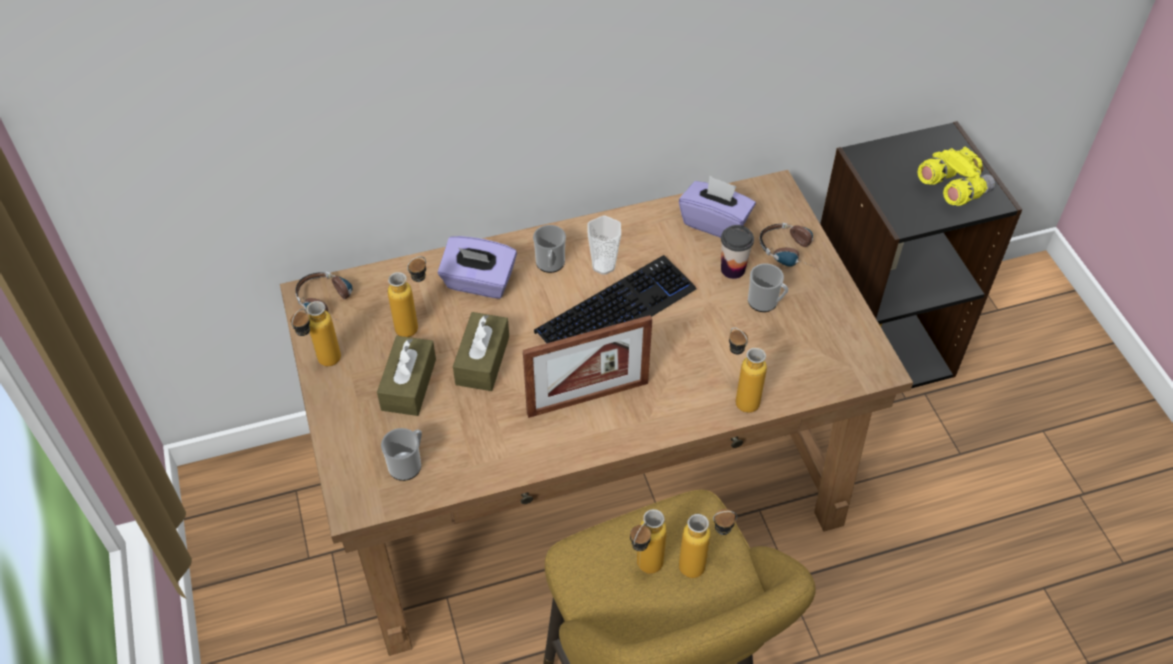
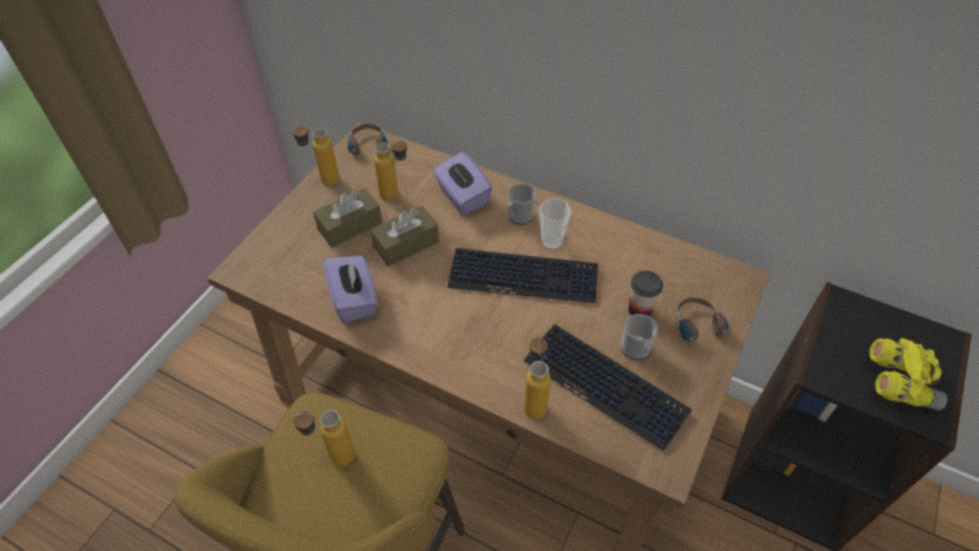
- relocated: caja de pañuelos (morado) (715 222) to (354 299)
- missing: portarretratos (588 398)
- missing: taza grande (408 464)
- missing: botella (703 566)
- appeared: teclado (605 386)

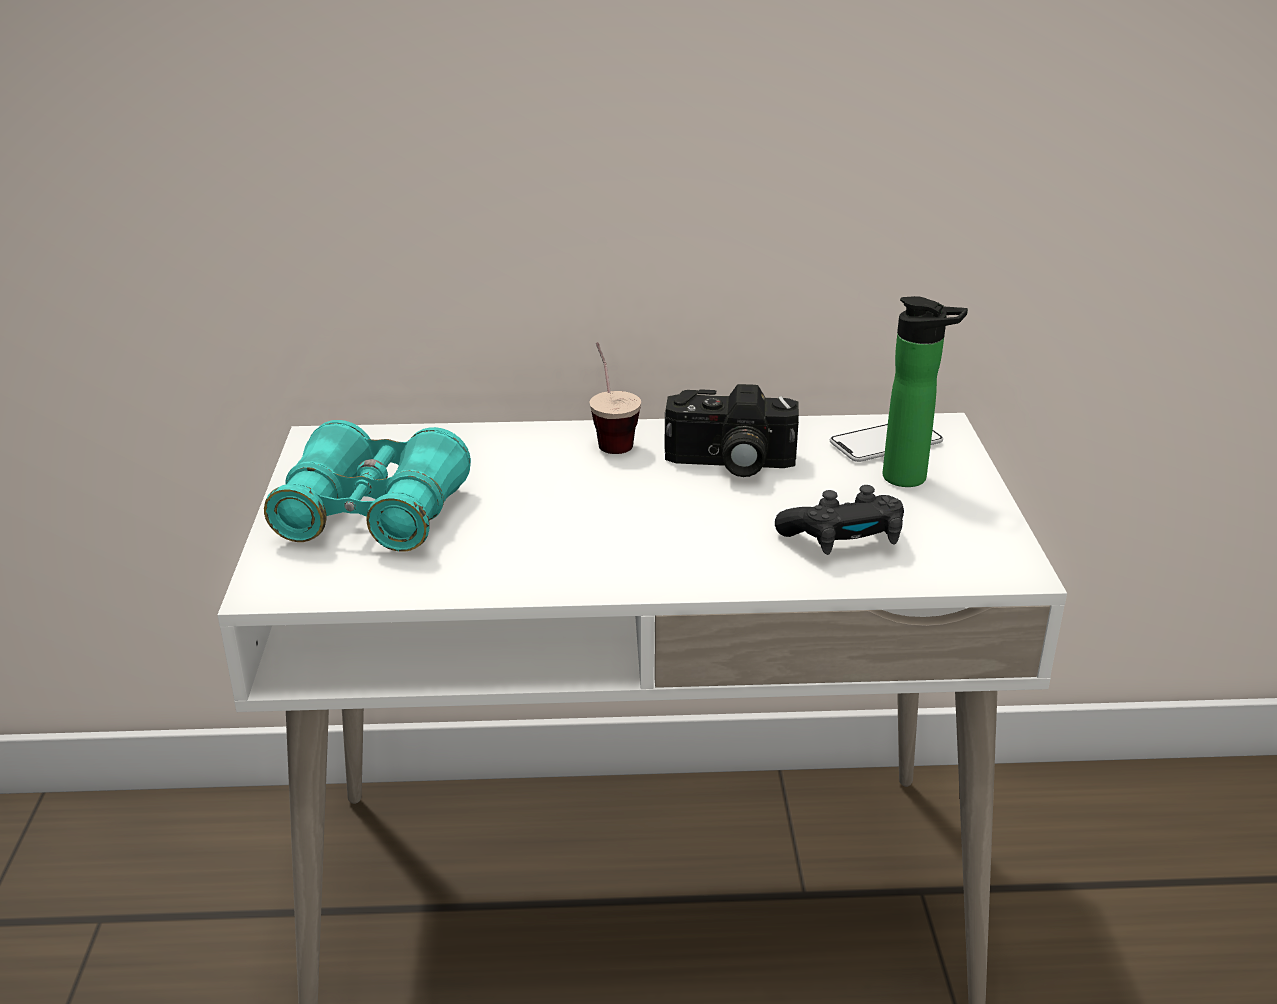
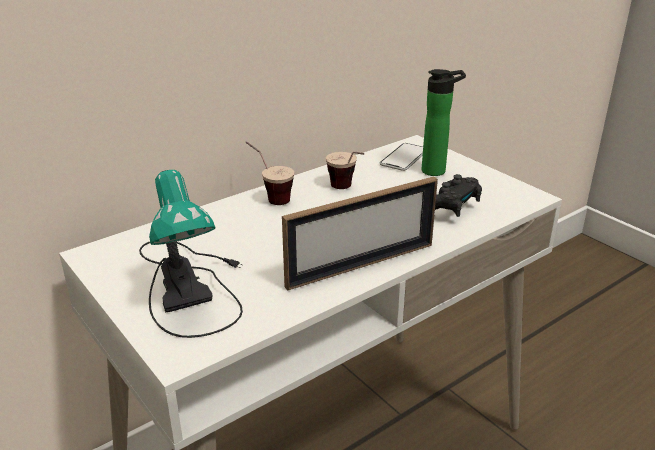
- exchanged: cámara (729 463) to taza (347 190)
- exchanged: prismáticos (turquesa) (373 514) to lámpara de mesa (188 285)
- appeared: portarretratos (361 265)

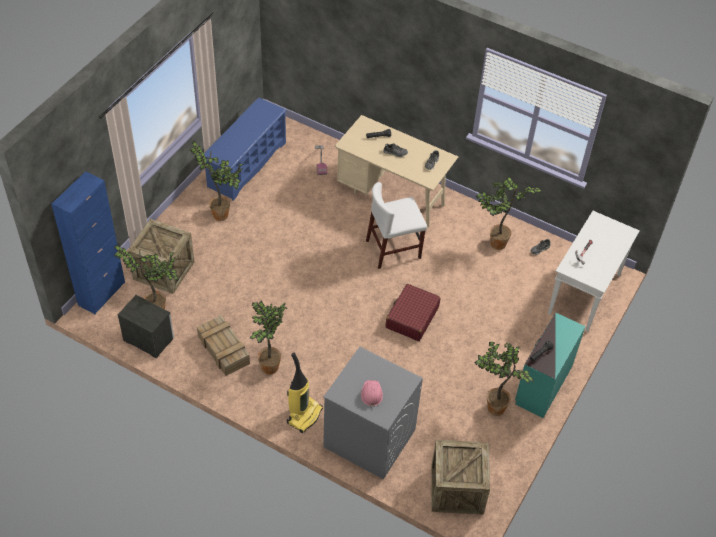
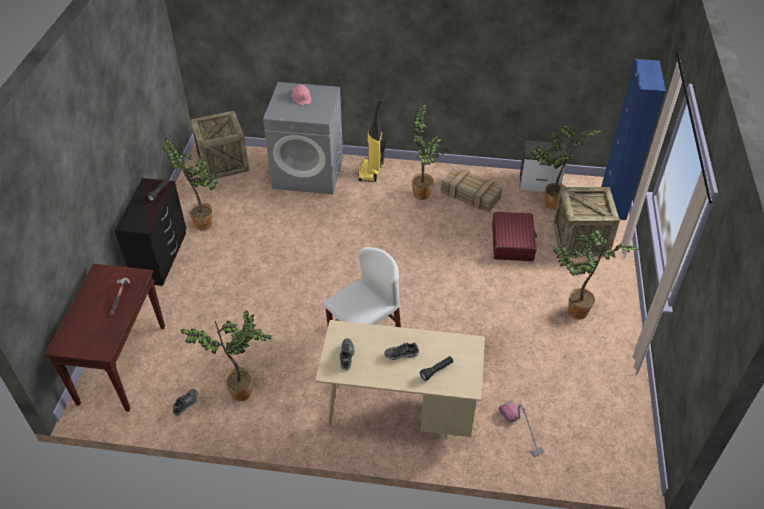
- missing: zapatero (azul) (246 164)
- colour: mesa consola (blanco) (584 294) to mesa consola (marrón) (122 363)
- relocated: maleta (rojo) (412 317) to (512 242)
- colour: cómoda (turquesa) (542 384) to cómoda (negro) (161 256)

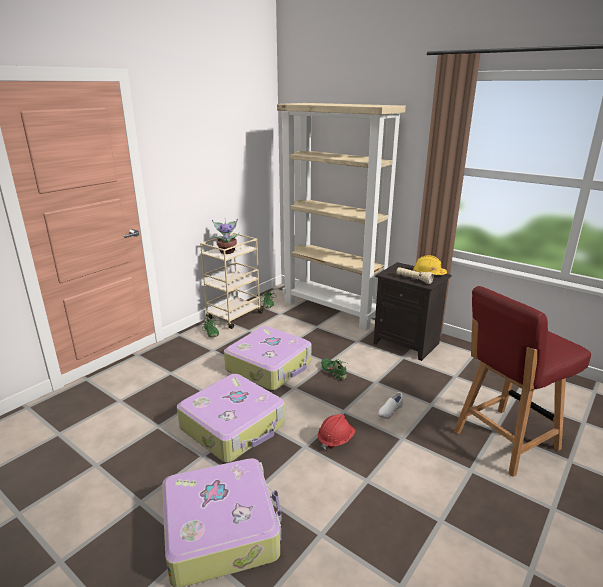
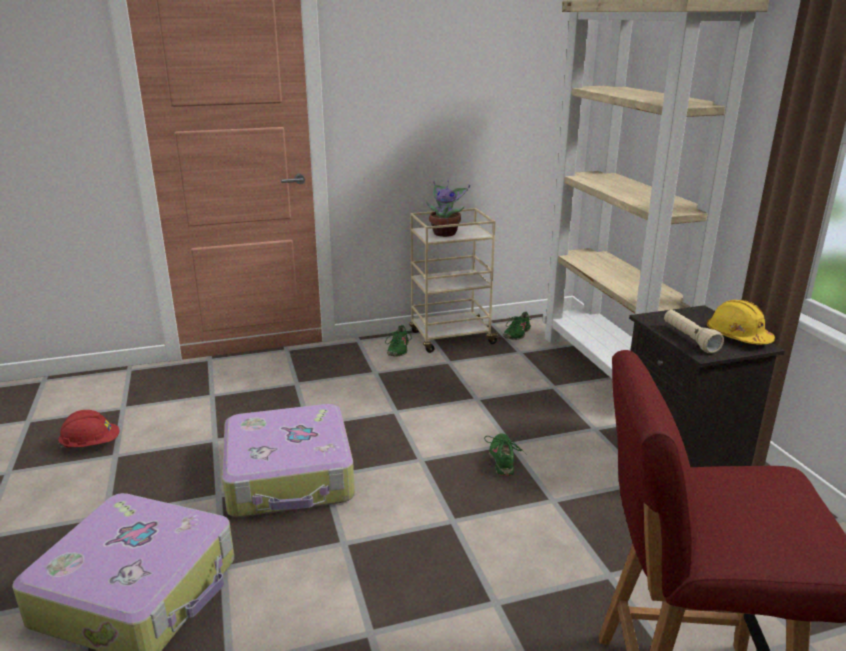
- missing: maleta (270 367)
- missing: zapato (blanco) (389 411)
- relocated: casco (rojo) (335 440) to (91 444)

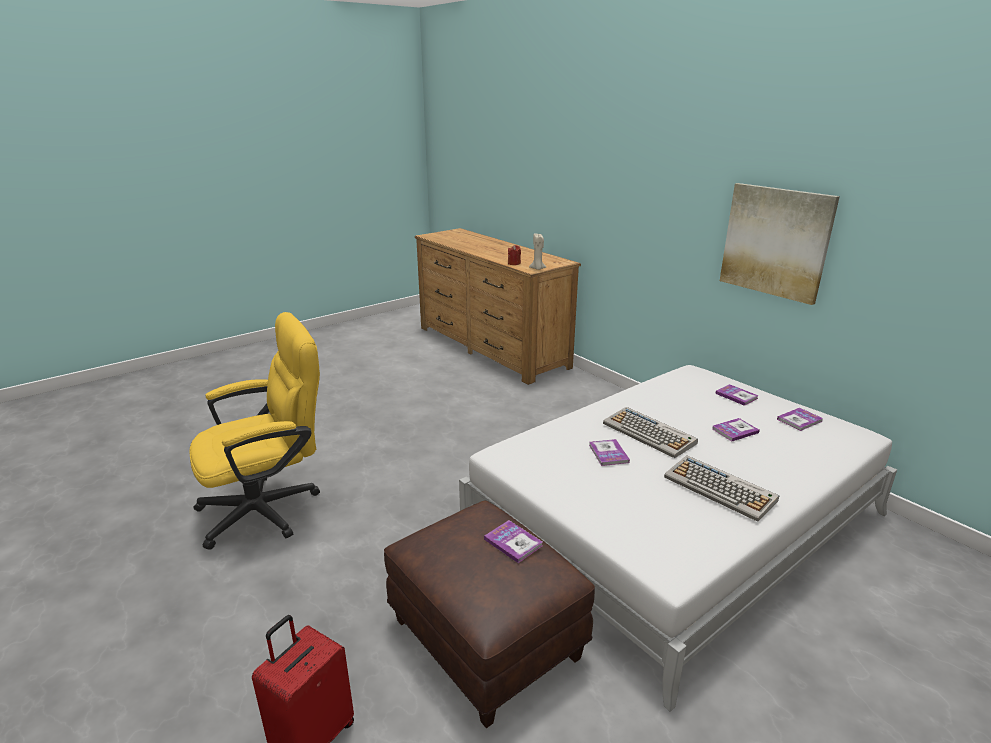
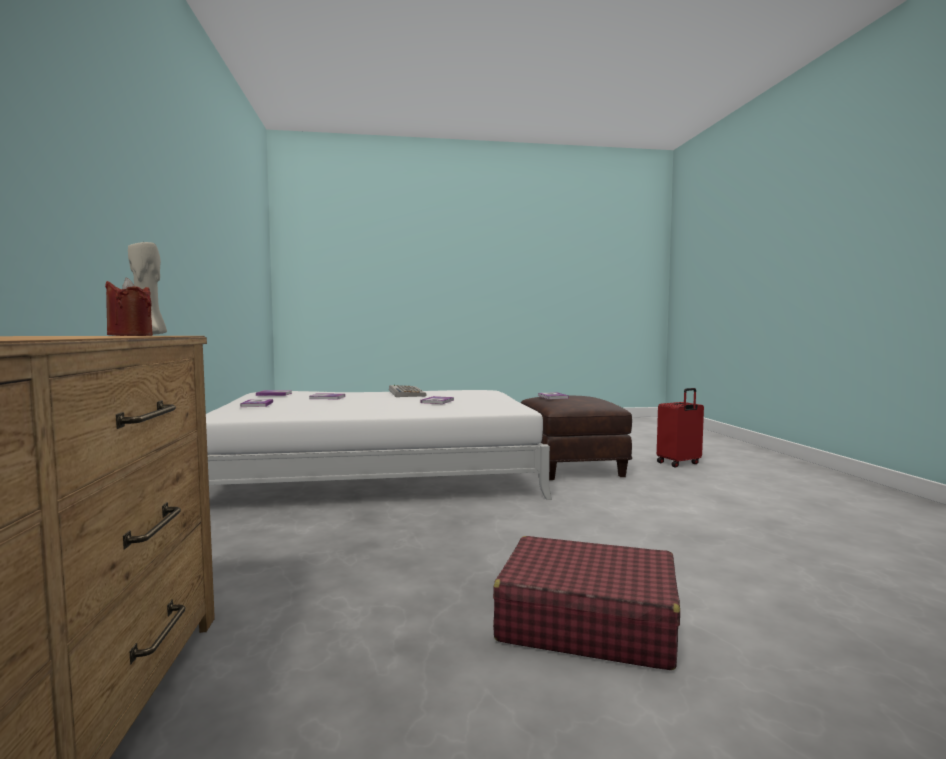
- missing: cuadro (775 242)
- missing: silla de oficina (amarillo) (270 508)
- missing: teclado (650 433)
- appeared: maleta (rojo) (586 622)

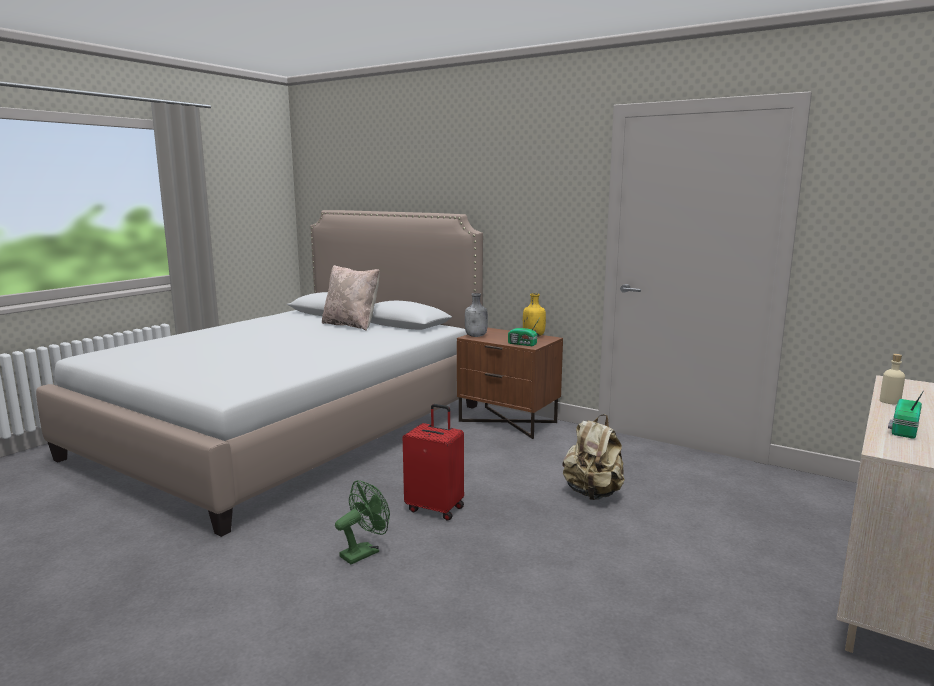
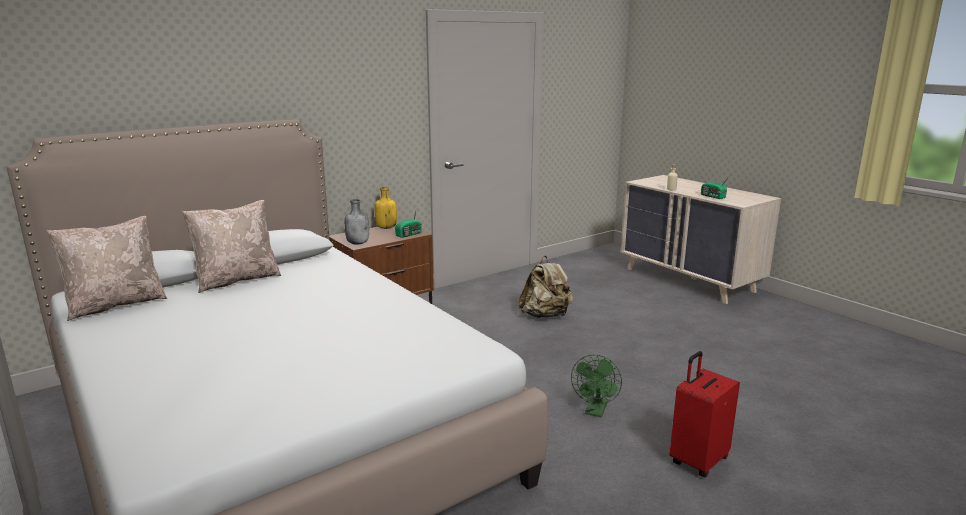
- relocated: maleta (rojo) (436 508) to (697 460)
- spun: ventilador (verde) (364 552) = (595 411) 135 degrees counterclockwise
- appeared: cojín (beis) (116 304)

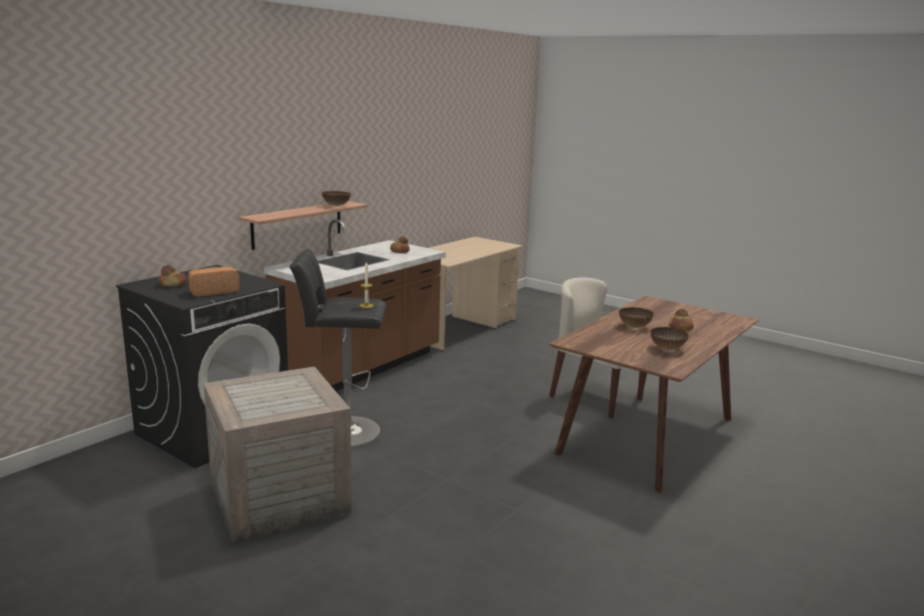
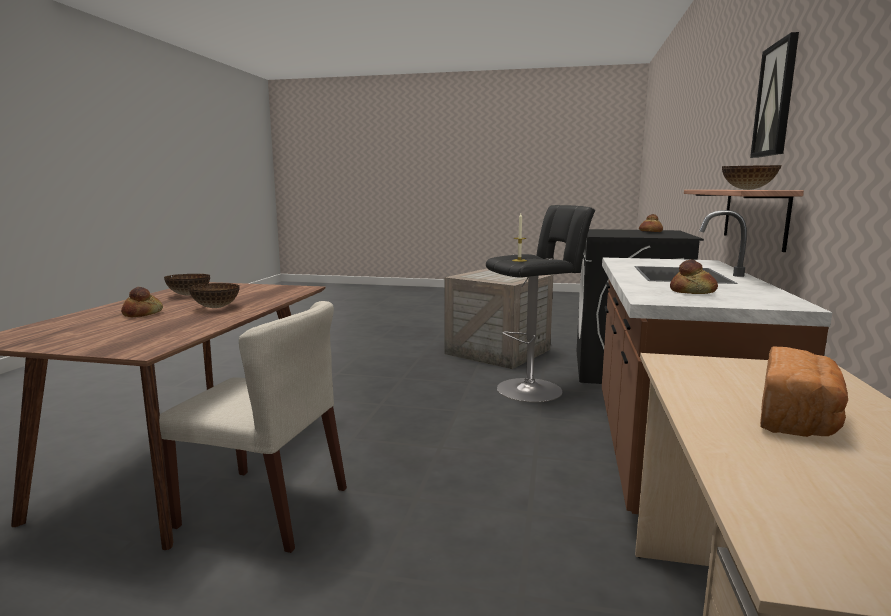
- relocated: pan (213 291) to (798 419)
- appeared: cuadro (776 100)

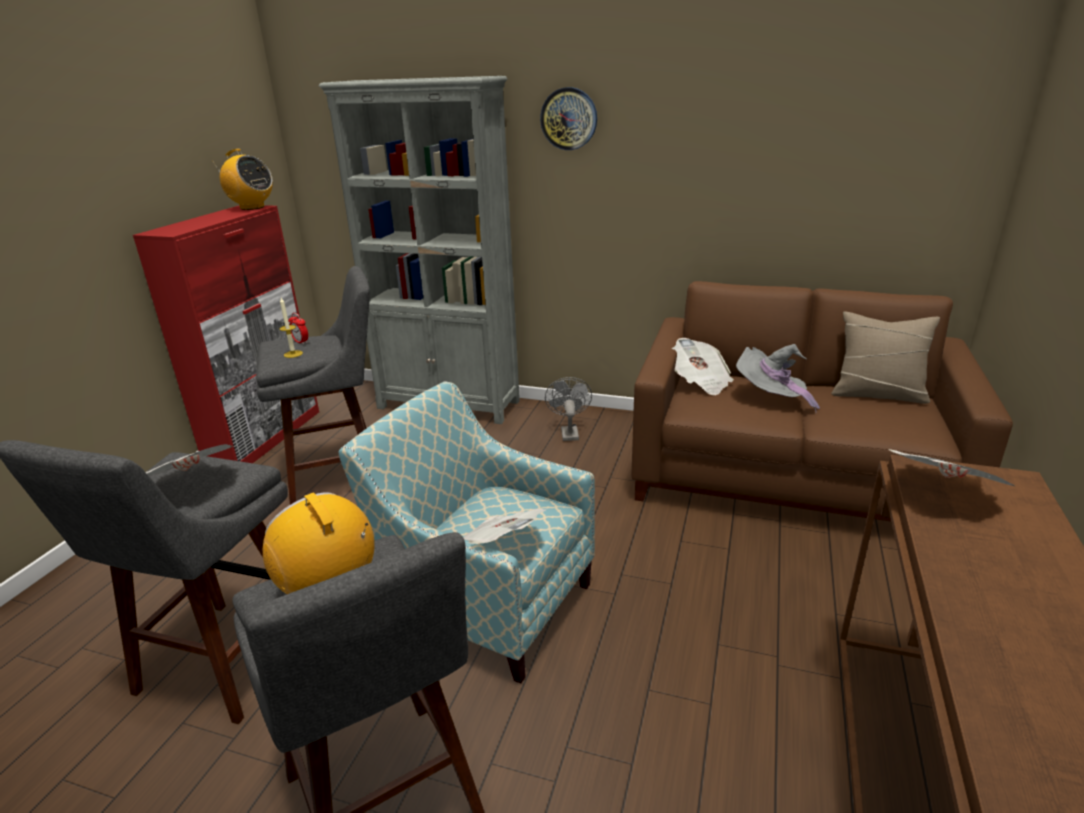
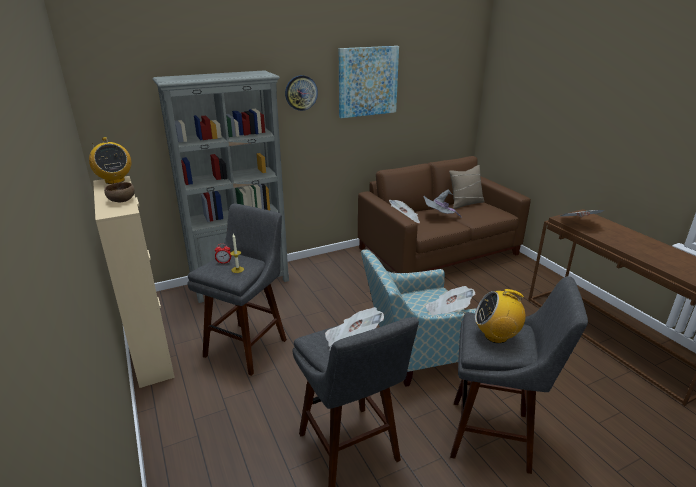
- spun: radio (251 207) = (114 180) 75 degrees clockwise
- colour: armario (rojo) (266 437) to armario (beis) (151 351)
- missing: ventilador (gris) (569 432)
- appeared: cuadro (367 81)
- appeared: cuenco (marrón) (121 200)

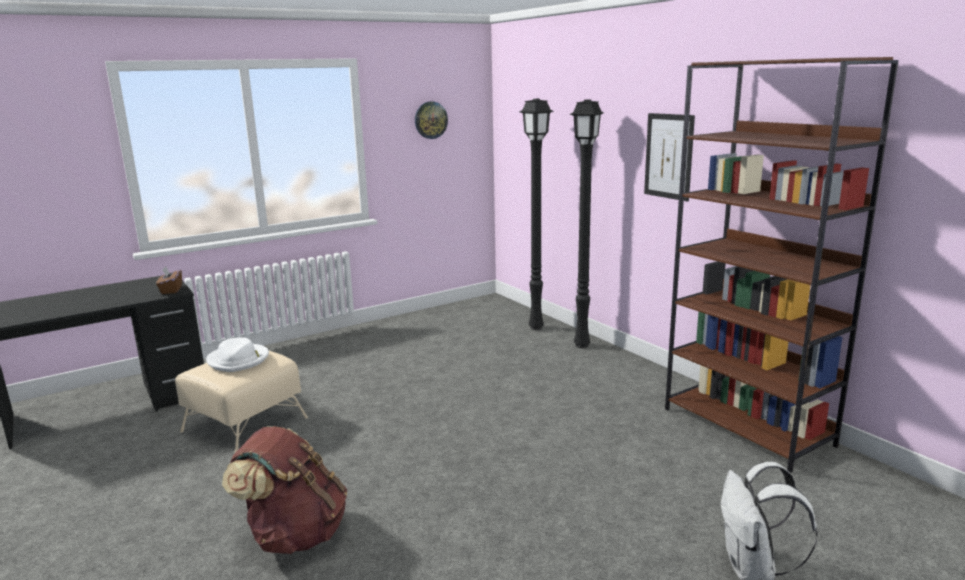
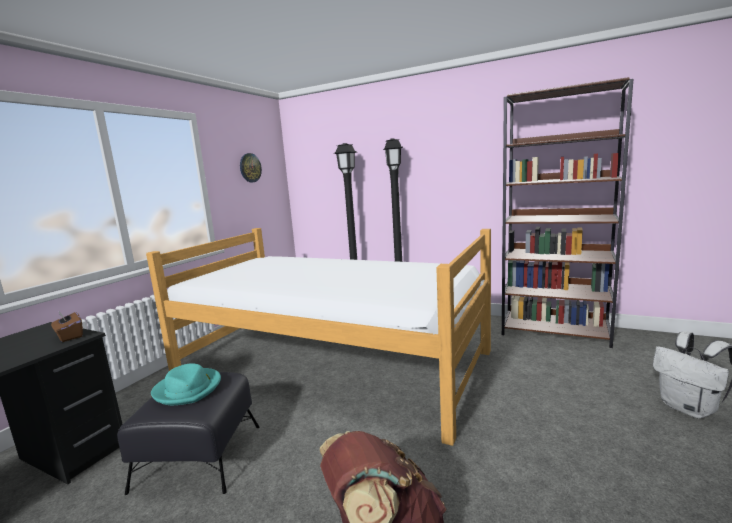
- missing: cuadro (668 156)
- colour: sombrero (blanco) (238 360) to sombrero (turquesa) (188 389)
- colour: puf (beis) (244 424) to puf (negro) (198 457)
- appeared: cama (330 362)

